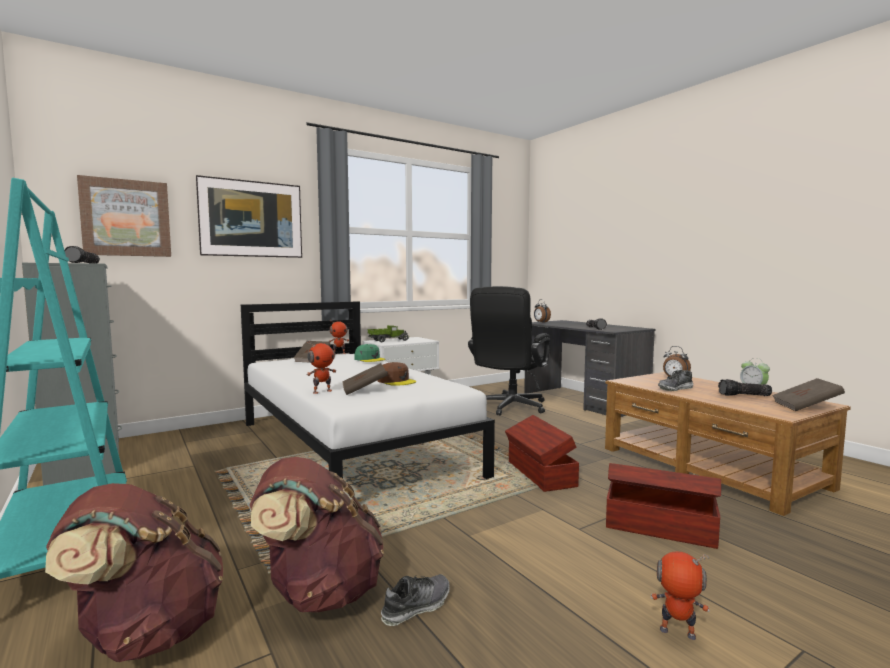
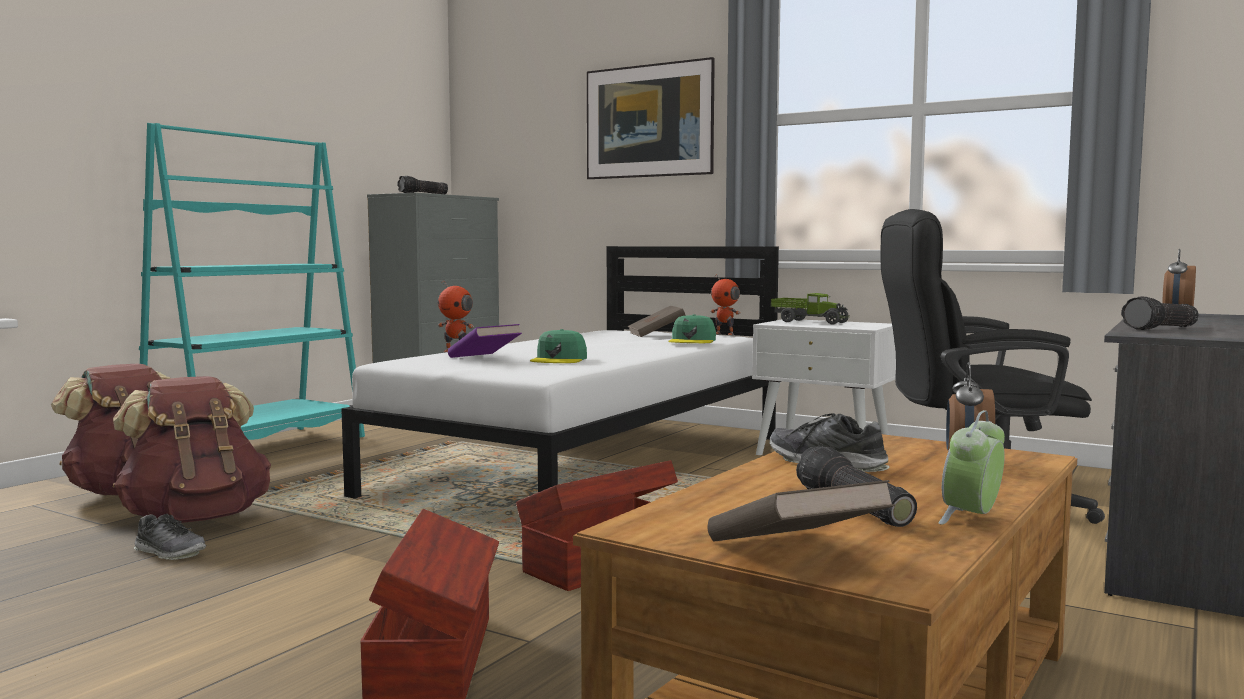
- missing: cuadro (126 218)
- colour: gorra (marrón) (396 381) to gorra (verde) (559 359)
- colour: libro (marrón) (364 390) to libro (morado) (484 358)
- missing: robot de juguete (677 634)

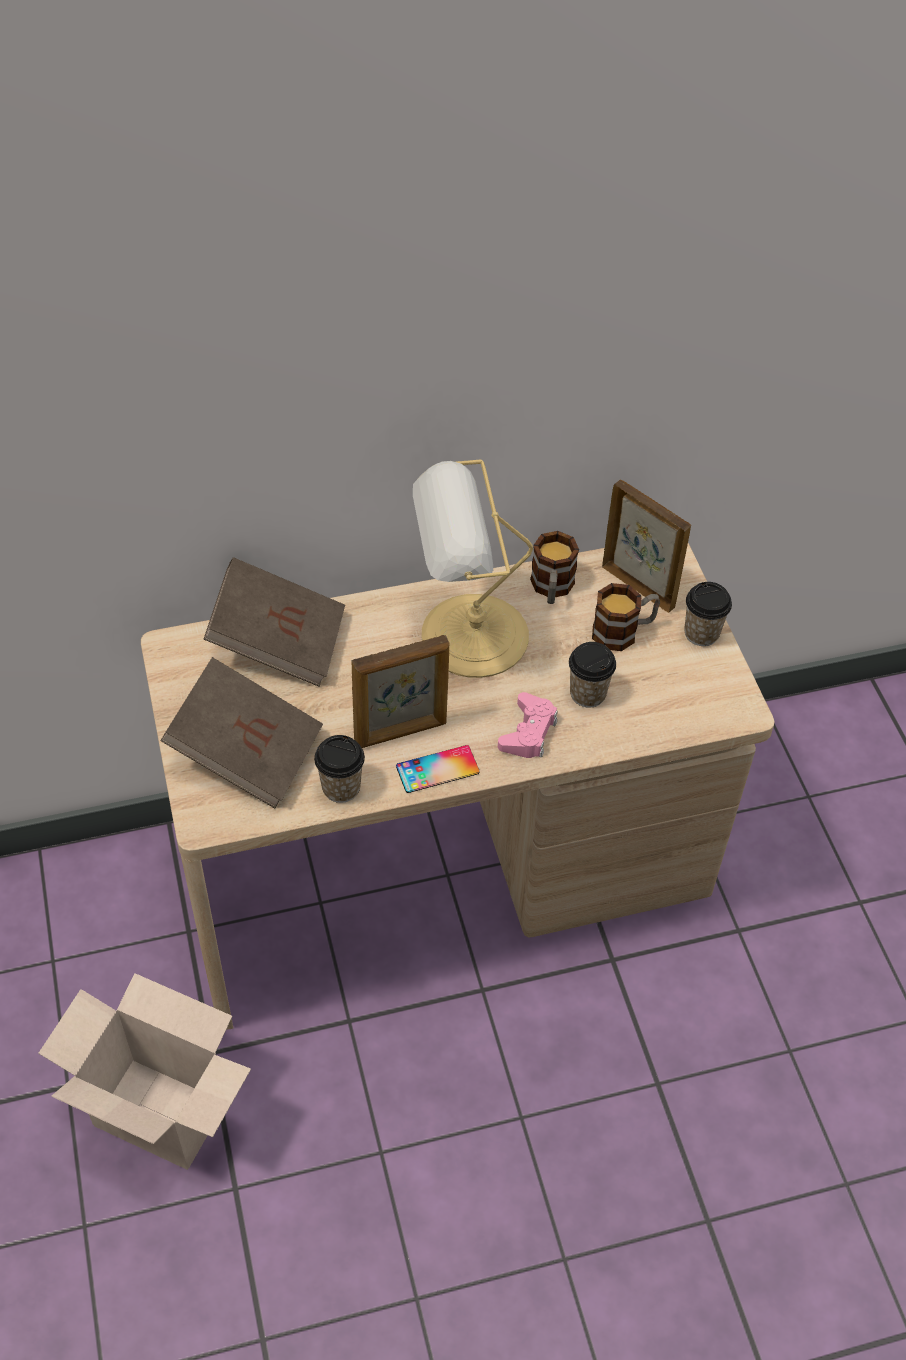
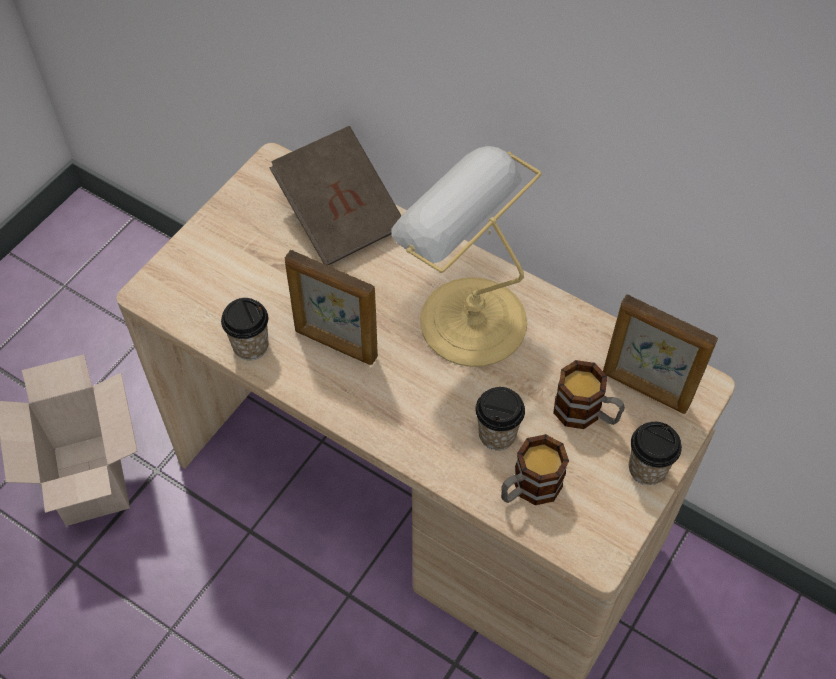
- spun: portarretratos (639 586) = (645 390) 120 degrees clockwise
- relocated: taza grande (551 589) to (529 488)
- missing: libro (marrón) (247 752)
- missing: mando de consola (rosa) (528 732)
- missing: móvil (437 769)

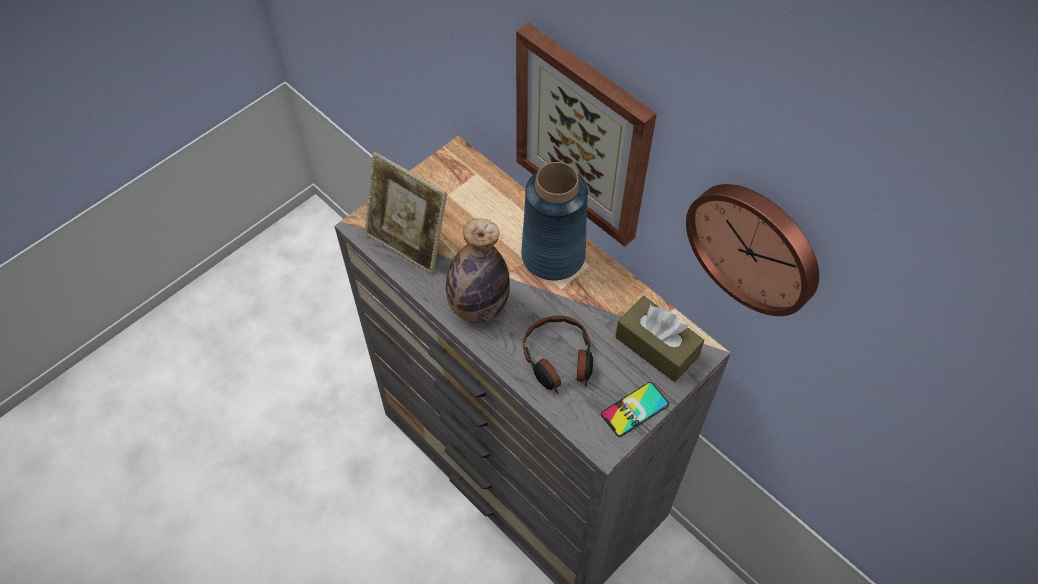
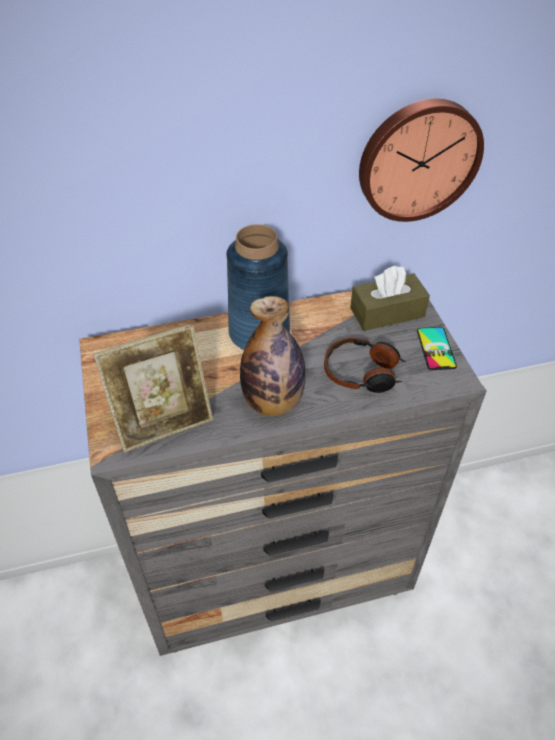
- missing: cuadro (584 135)

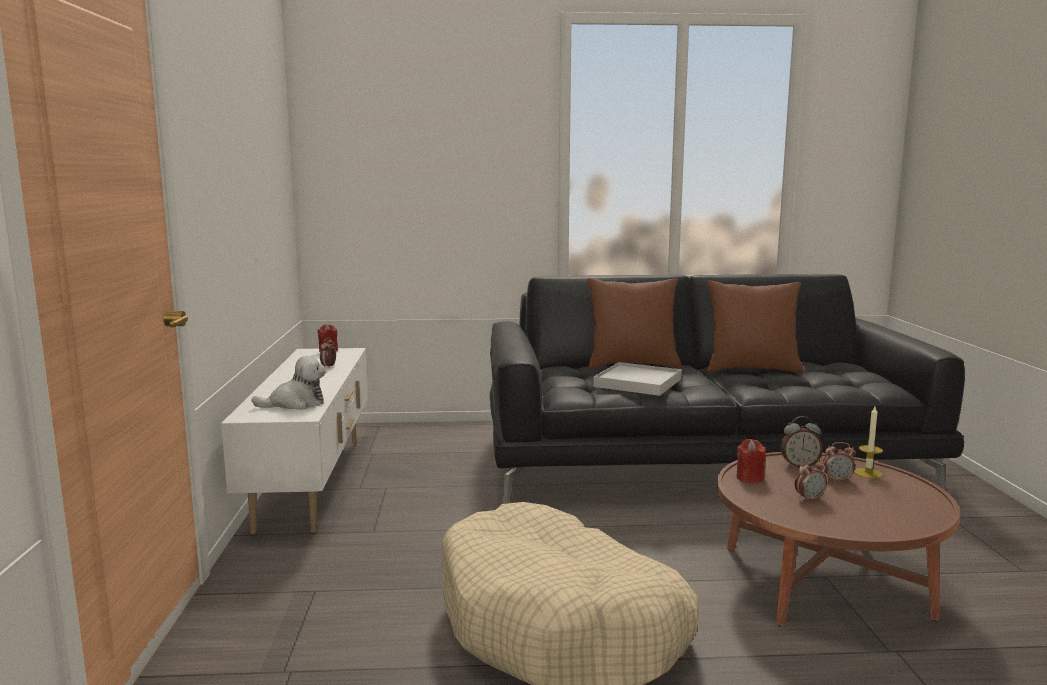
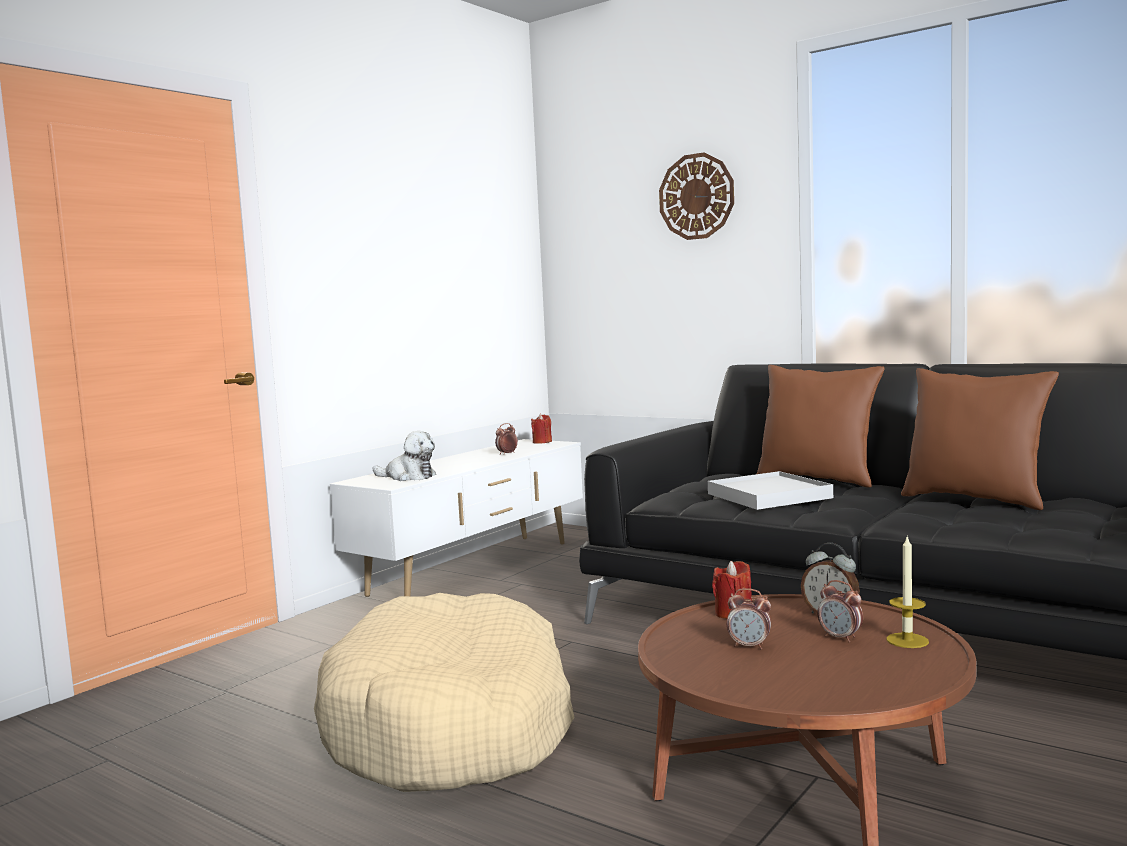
- appeared: reloj de pared (696 196)

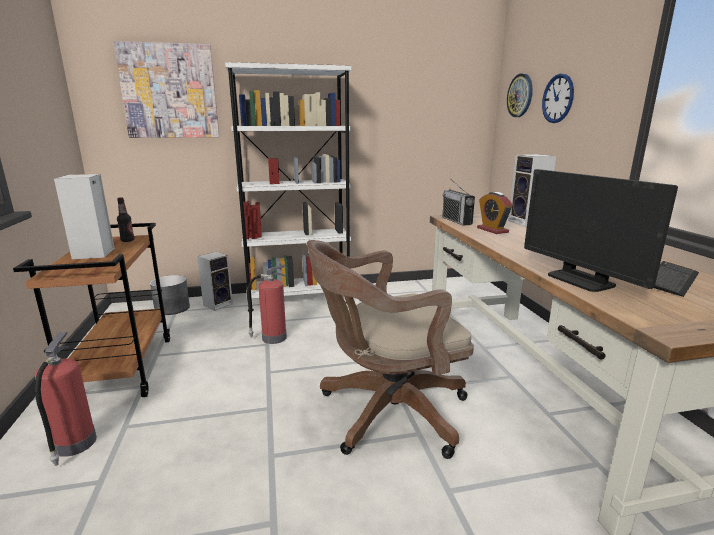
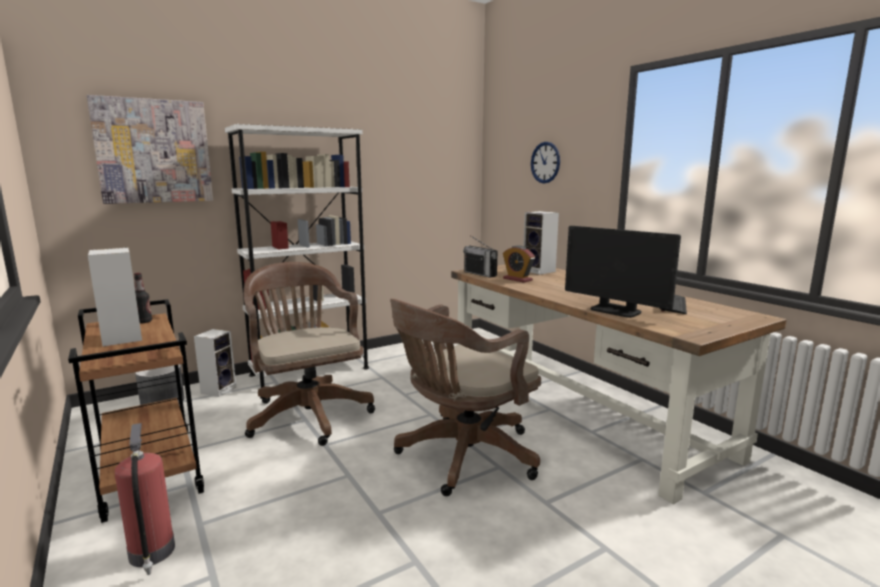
- missing: reloj de pared (520 95)
- exchanged: extintor (272 338) to silla de oficina (marrón) (307 413)

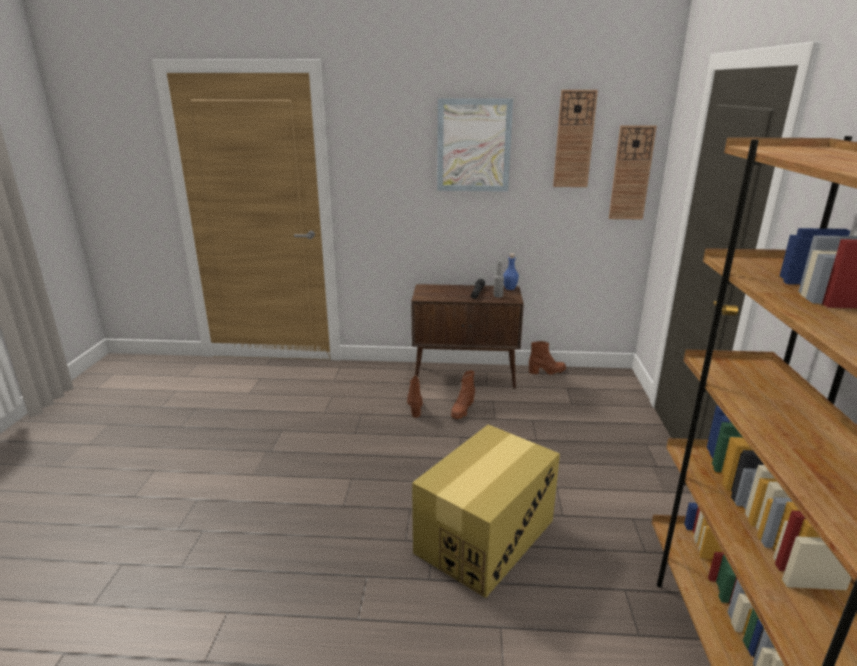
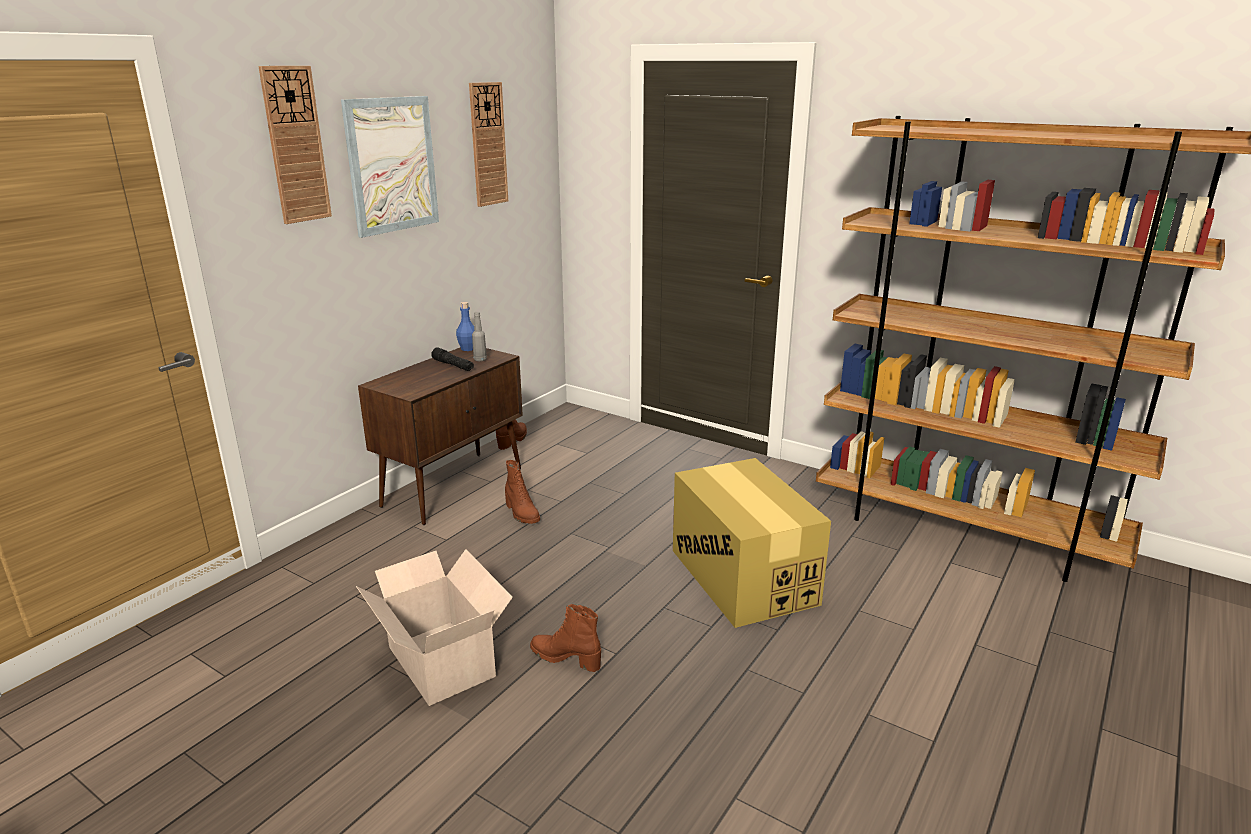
- relocated: reloj de pared (631 173) to (295 145)
- relocated: bota (marrón) (415 406) to (566 658)
- appeared: caja de cartón (440 659)

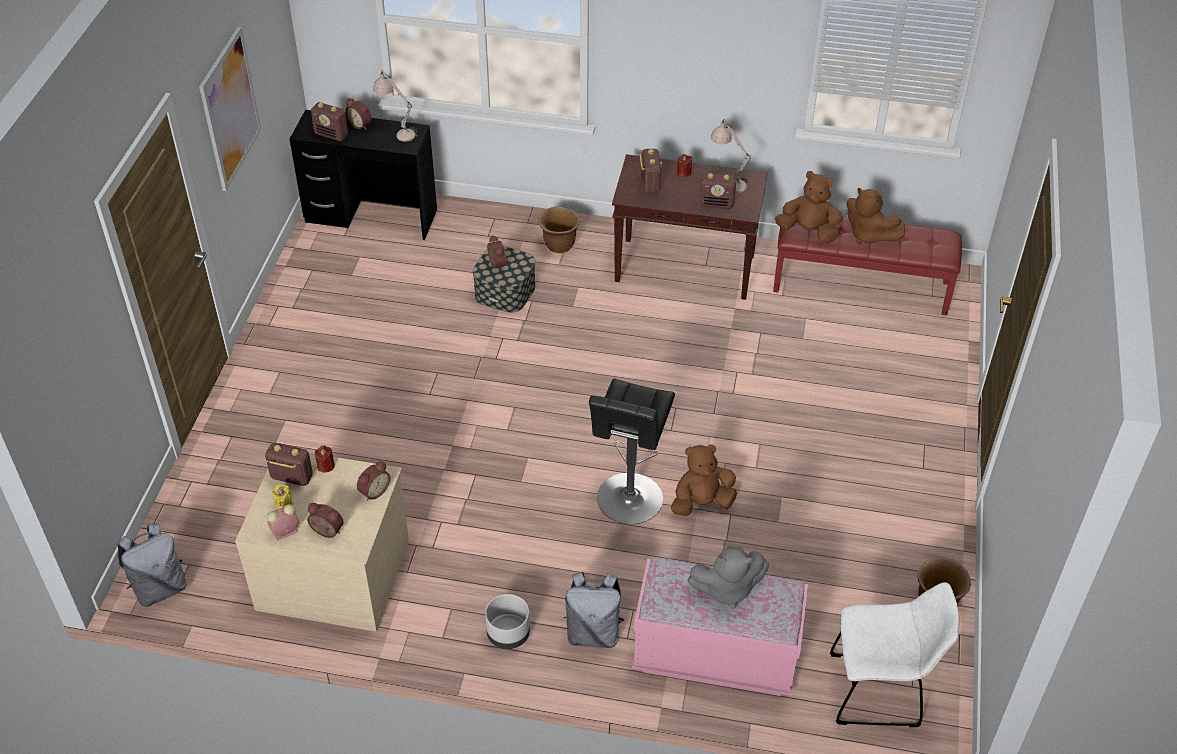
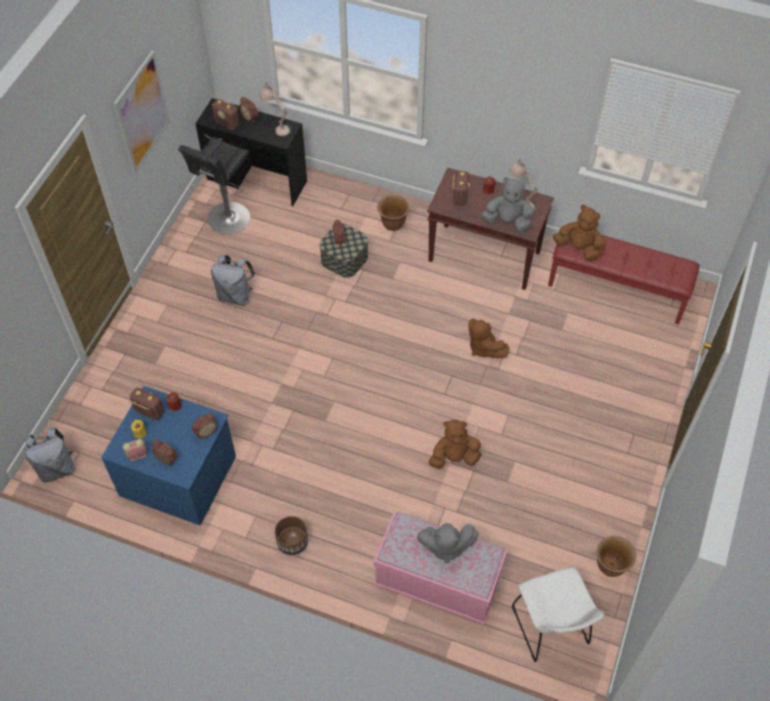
- exchanged: radio (716 204) to peluche (gris) (507 221)
- relocated: peluche (marrón) (868 235) to (483 347)
- relocated: taburete (negro) (628 502) to (227 220)
- colour: cómoda (beis) (334 572) to cómoda (azul) (179 474)
- relocated: mochila (gris) (593 632) to (235 295)
- spun: silla (blanco) (880 690) = (551 629) 60 degrees clockwise
- colour: maceta (gris) (508 634) to maceta (marrón) (292 542)

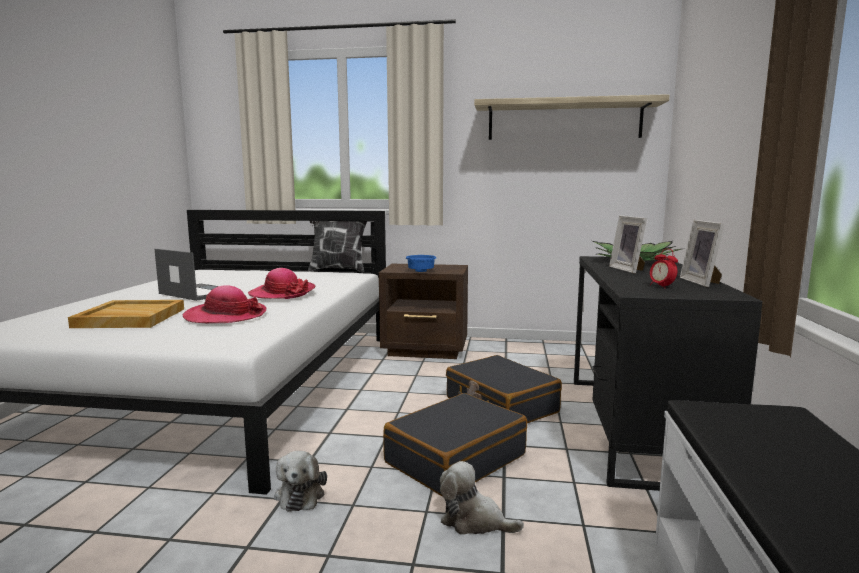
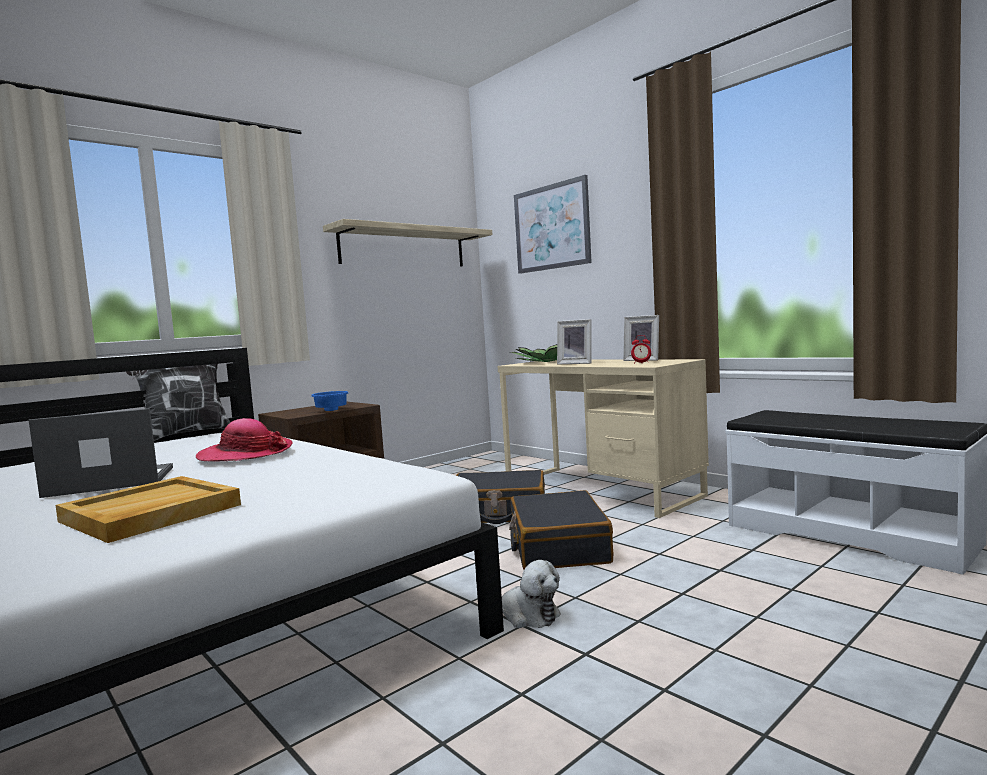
- colour: escritorio (negro) (636 427) to escritorio (beis) (600 490)
- missing: sombrero (225 316)
- missing: peluche (474 521)
- appeared: cuadro (551 227)

